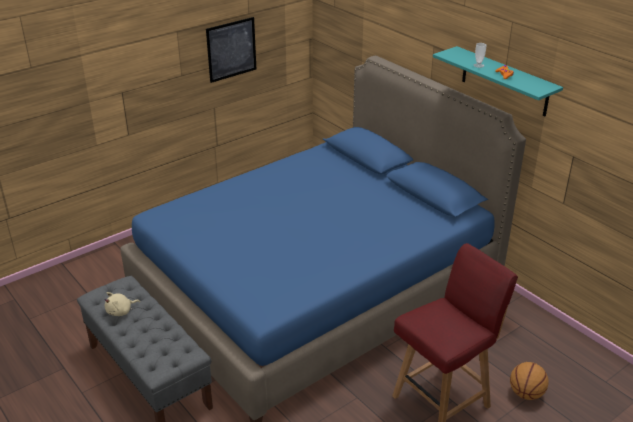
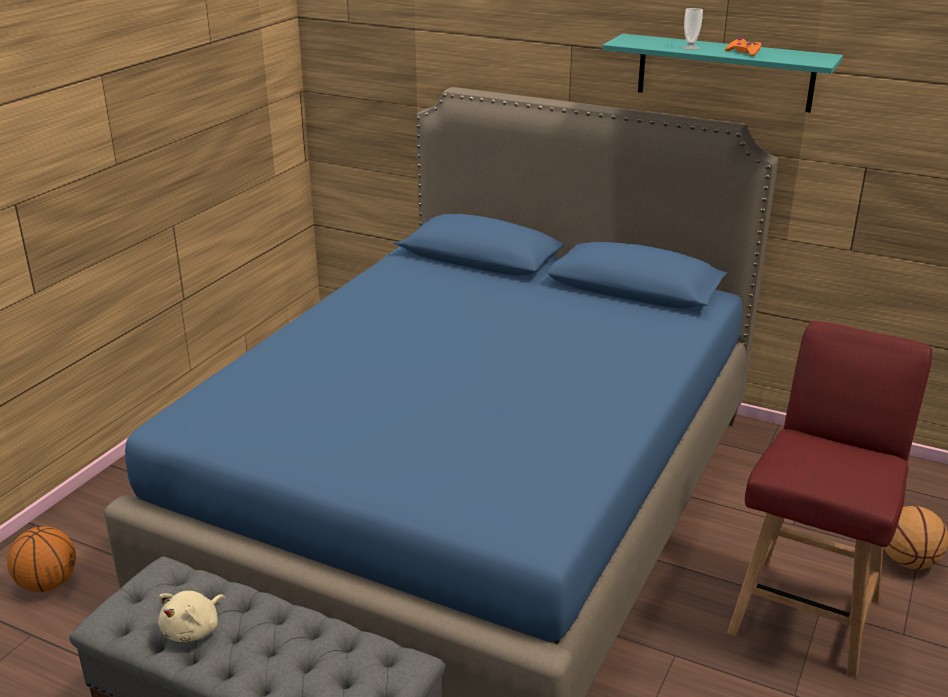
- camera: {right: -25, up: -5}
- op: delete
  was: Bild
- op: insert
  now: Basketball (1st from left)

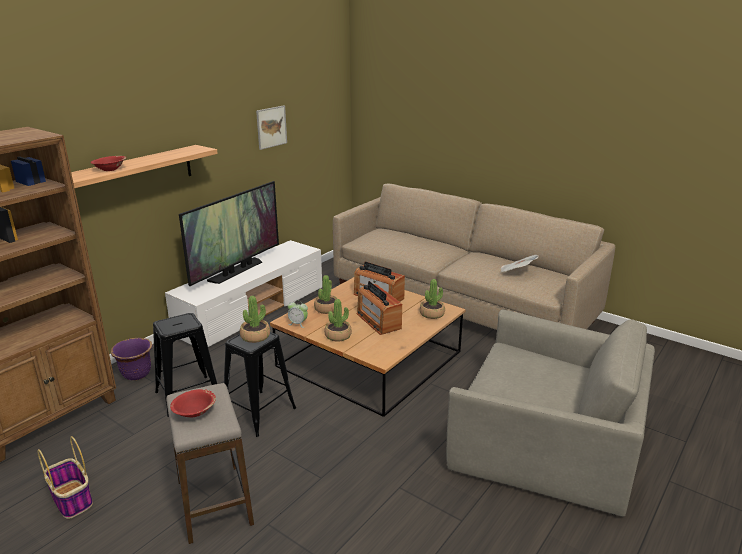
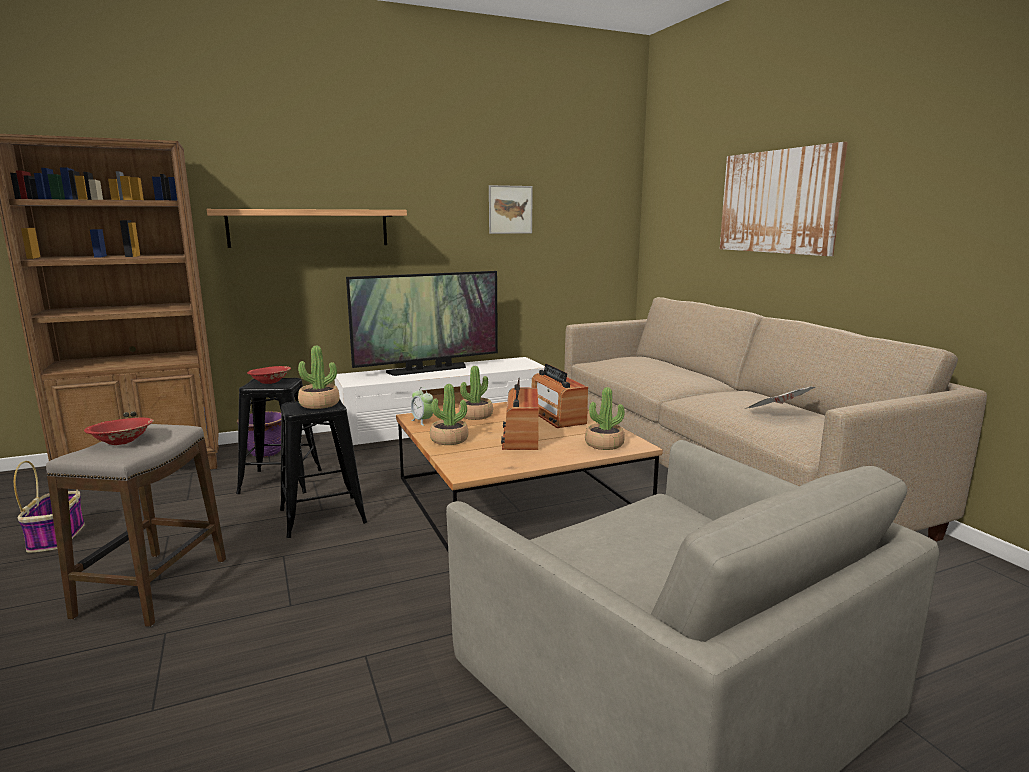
- camera: {right: 30, up: -10}
- op: insert
  now: Bild (2nd from left)
- op: move
  was: Schüssel/rot (1st from left in the first image)
  now: Schüssel/rot (2nd from left)

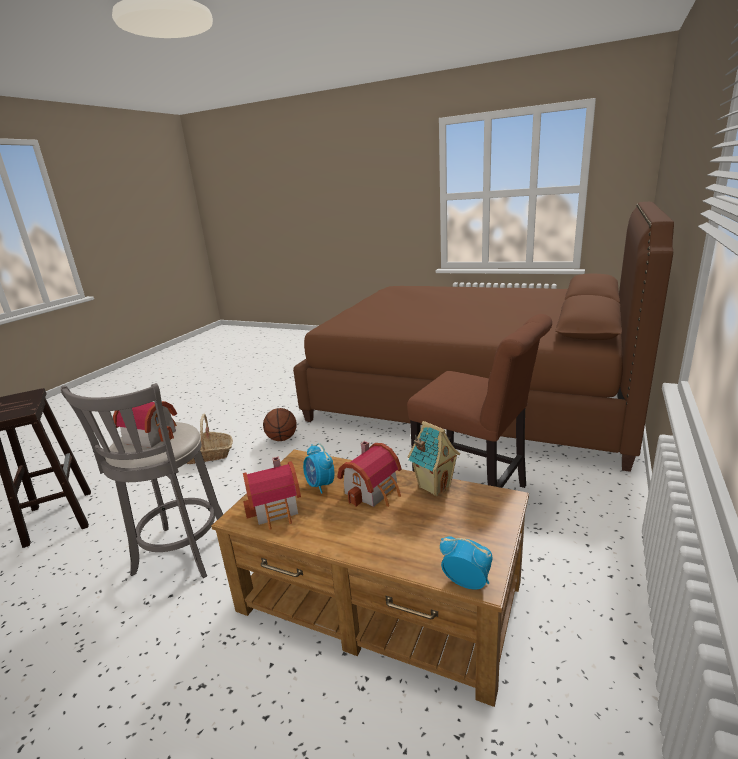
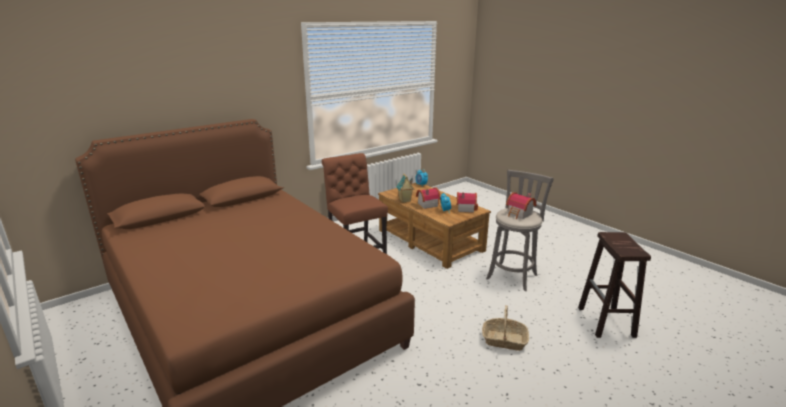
- camera: {right: -155, up: 0}
- op: delete
  was: Basketball

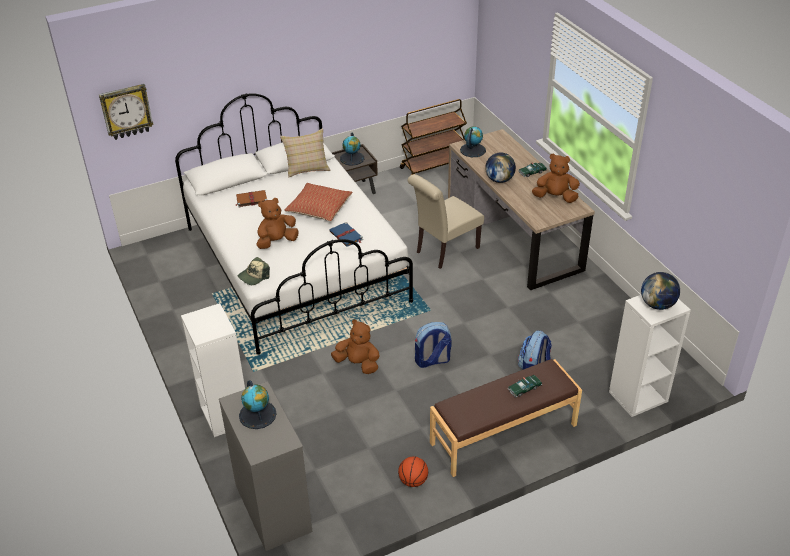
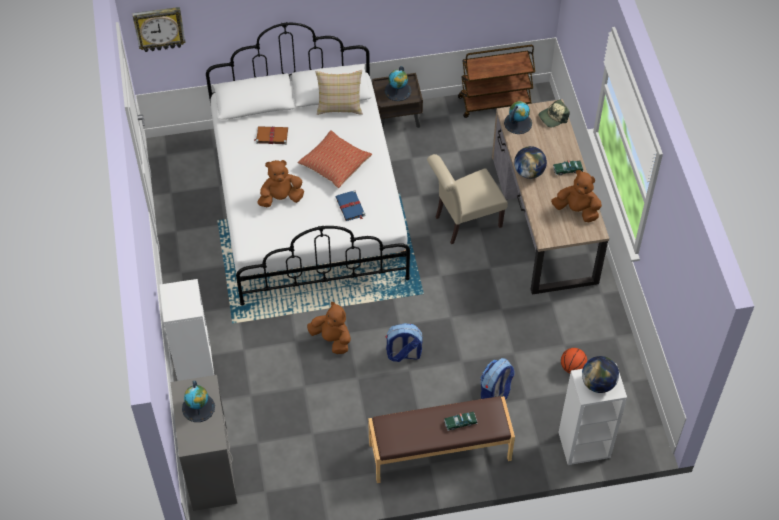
- camera: {right: 15, up: 15}
- op: move
  was: Kappe
- op: move
  was: Basketball

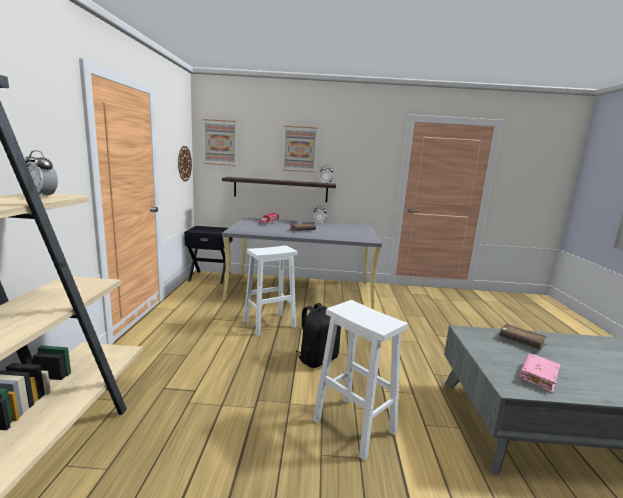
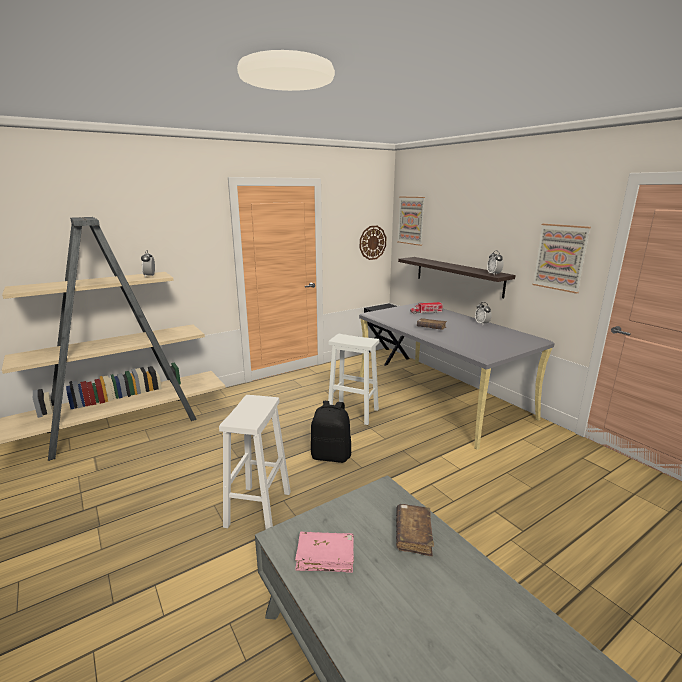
- camera: {right: 55, up: 5}
- op: move
  was: Bild (2nd from left)

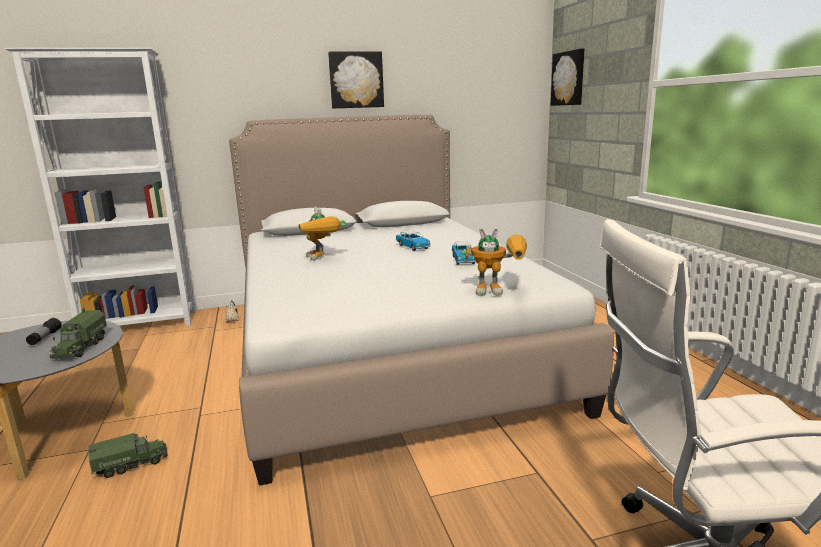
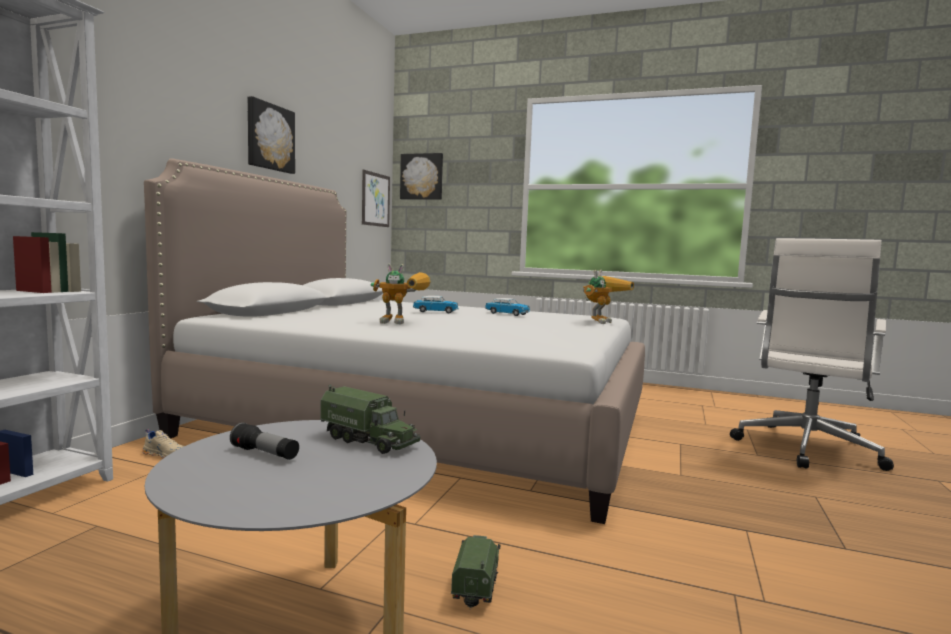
- camera: {right: -55, up: -10}
- op: insert
  now: Bild (2nd from left)

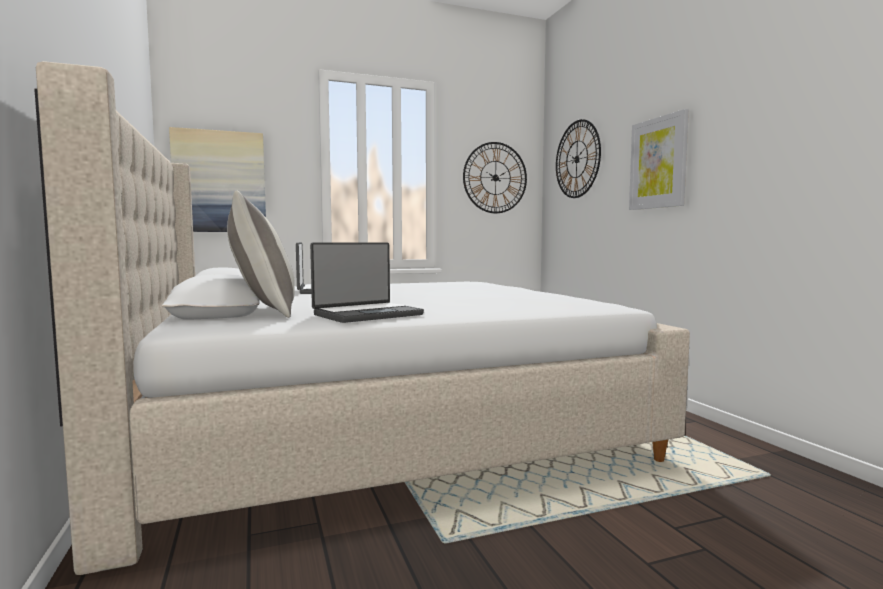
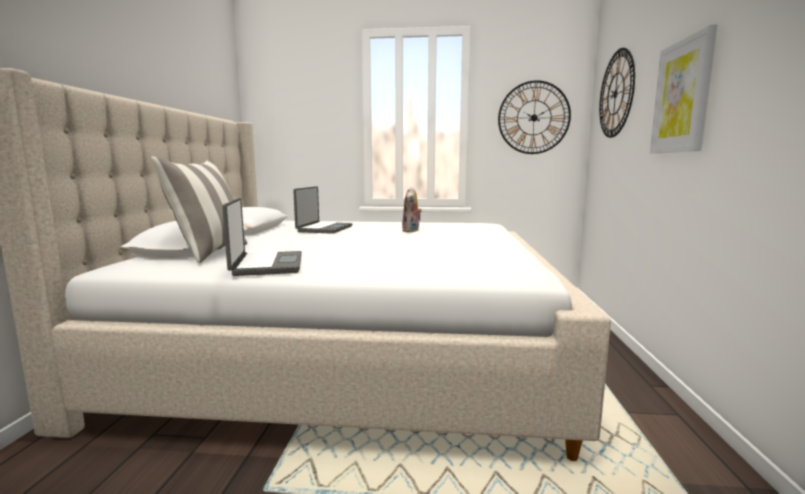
- camera: {right: 25, up: 5}
- op: delete
  was: Bild (1st from left)
- op: insert
  now: Plüschtier
- op: rotate
  was: Laptop (2nd from left in the first image)
  clockwise: -90

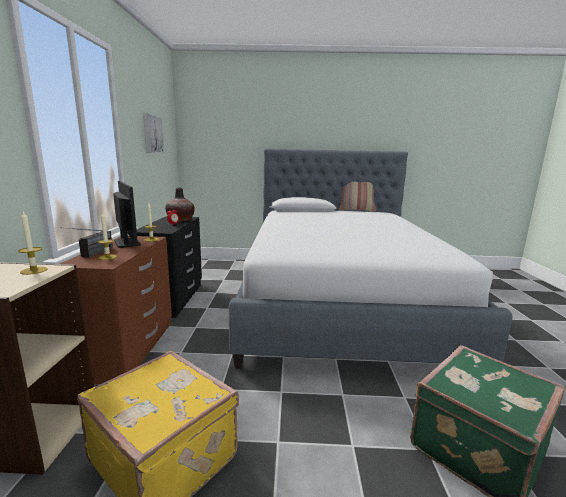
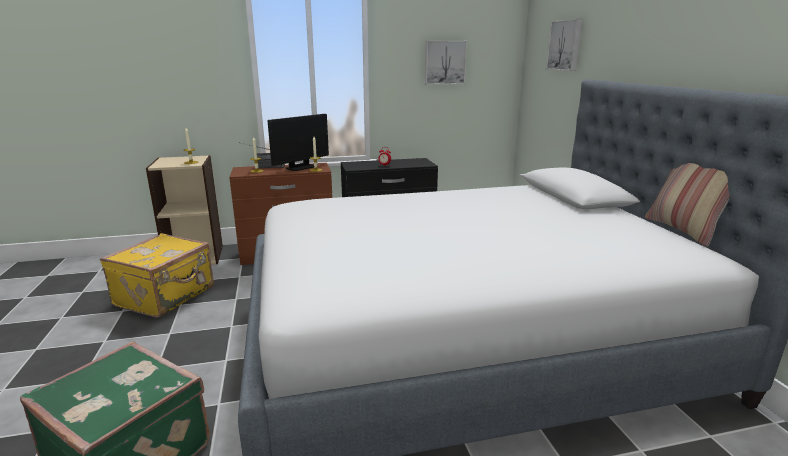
- camera: {right: 75, up: 5}
- op: delete
  was: Vase
- op: insert
  now: Bild (2nd from left)

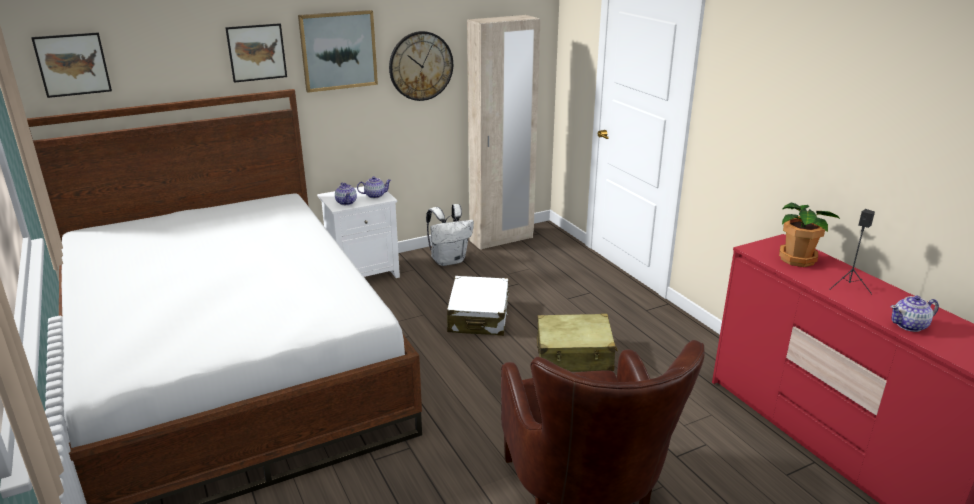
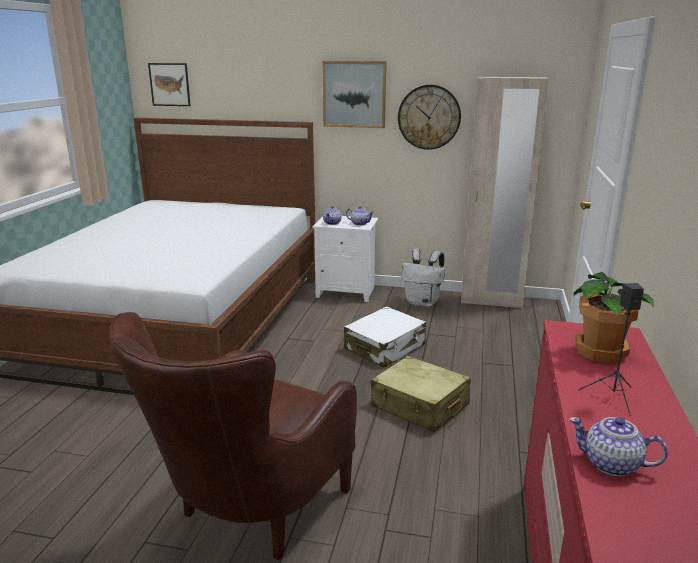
- camera: {right: 40, up: -5}
- op: delete
  was: Bild (2nd from left)

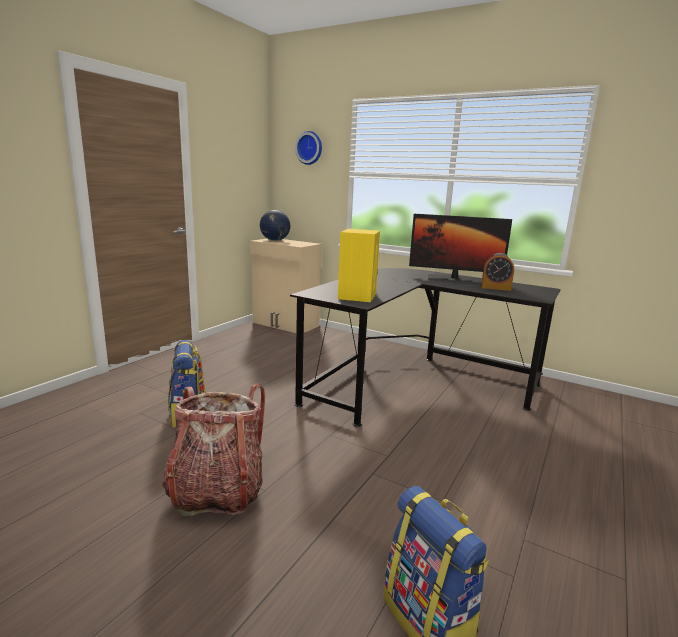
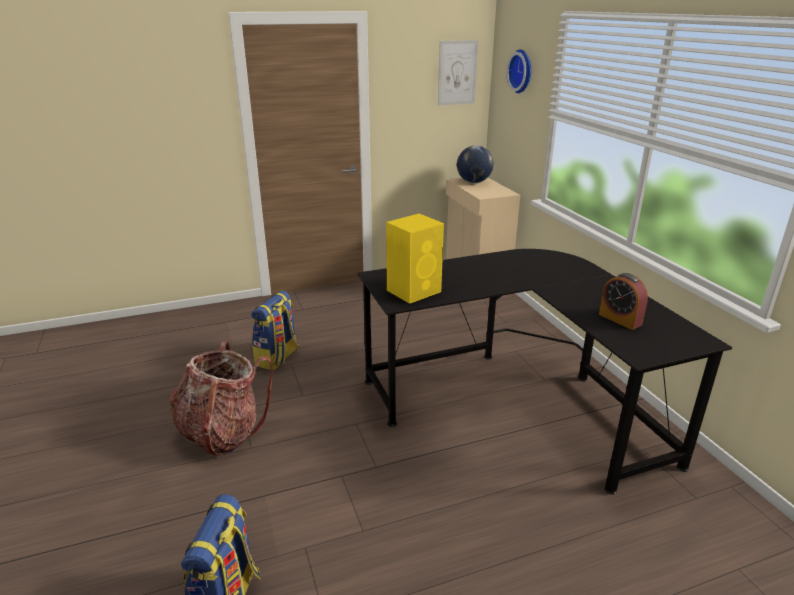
- camera: {right: 40, up: 10}
- op: delete
  was: Monitor
- op: insert
  now: Bild

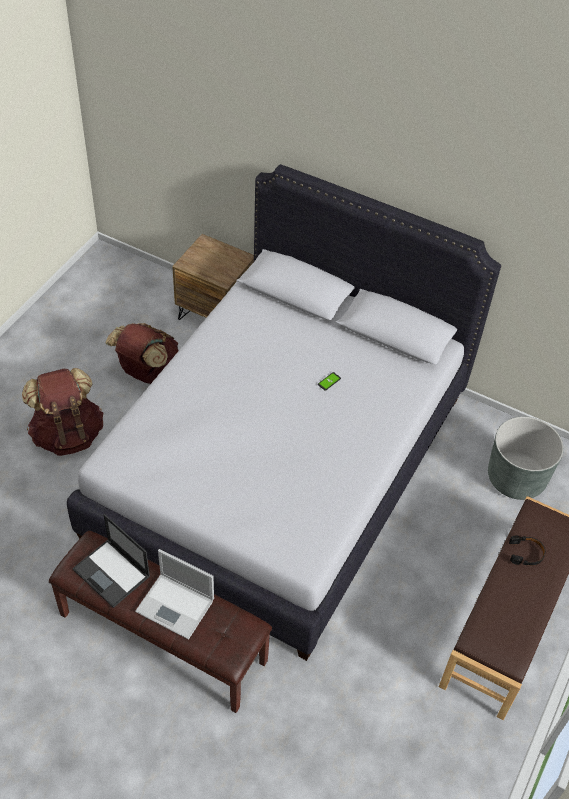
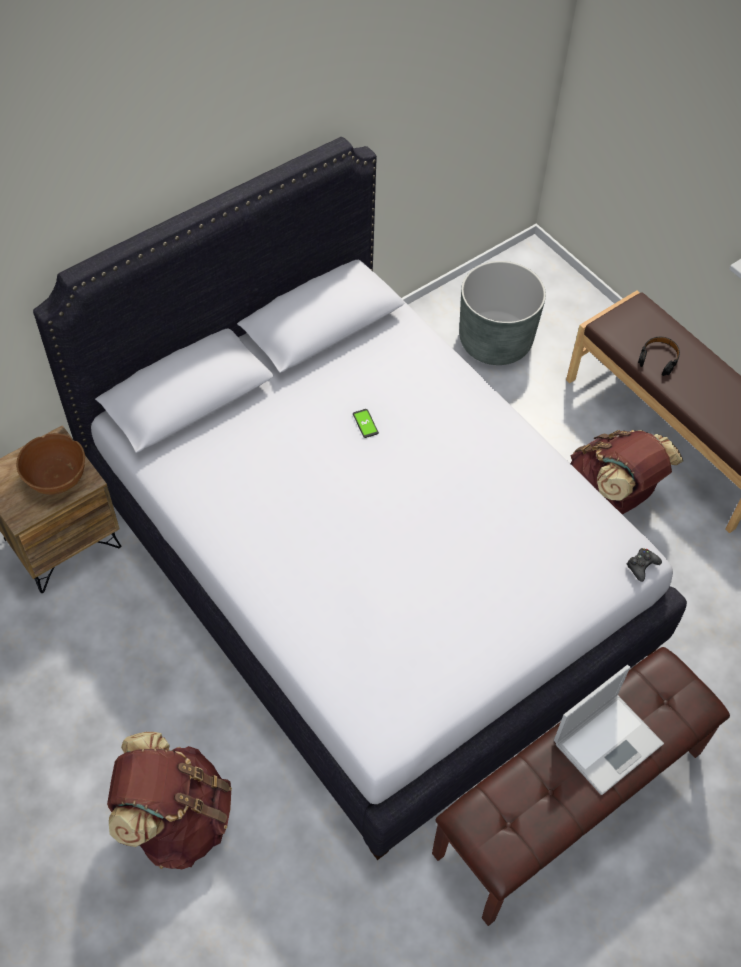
- camera: {right: -65, up: 5}
- op: delete
  was: Laptop (1st from left)
- op: insert
  now: Schüssel/braun
- op: insert
  now: Gamepad/schwarz
- op: move
  was: Rucksack/braun (2nd from left)

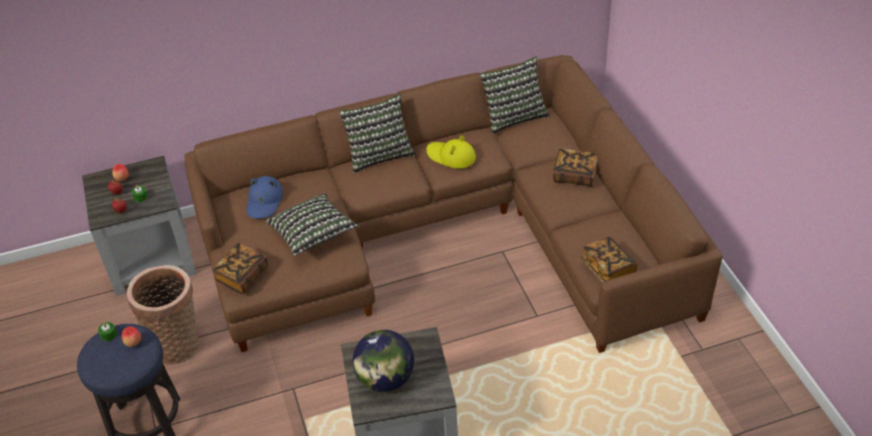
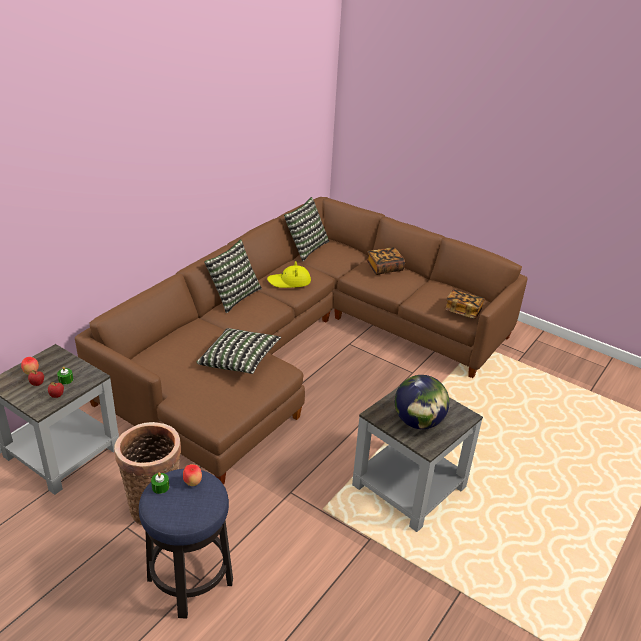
- camera: {right: -40, up: -10}
- op: delete
  was: Buch (1st from left)
- op: delete
  was: Hut/blau

